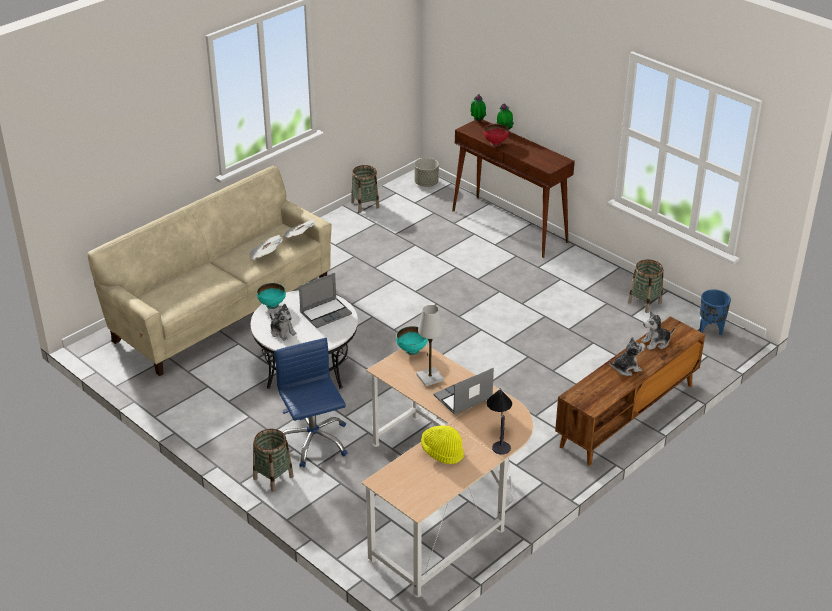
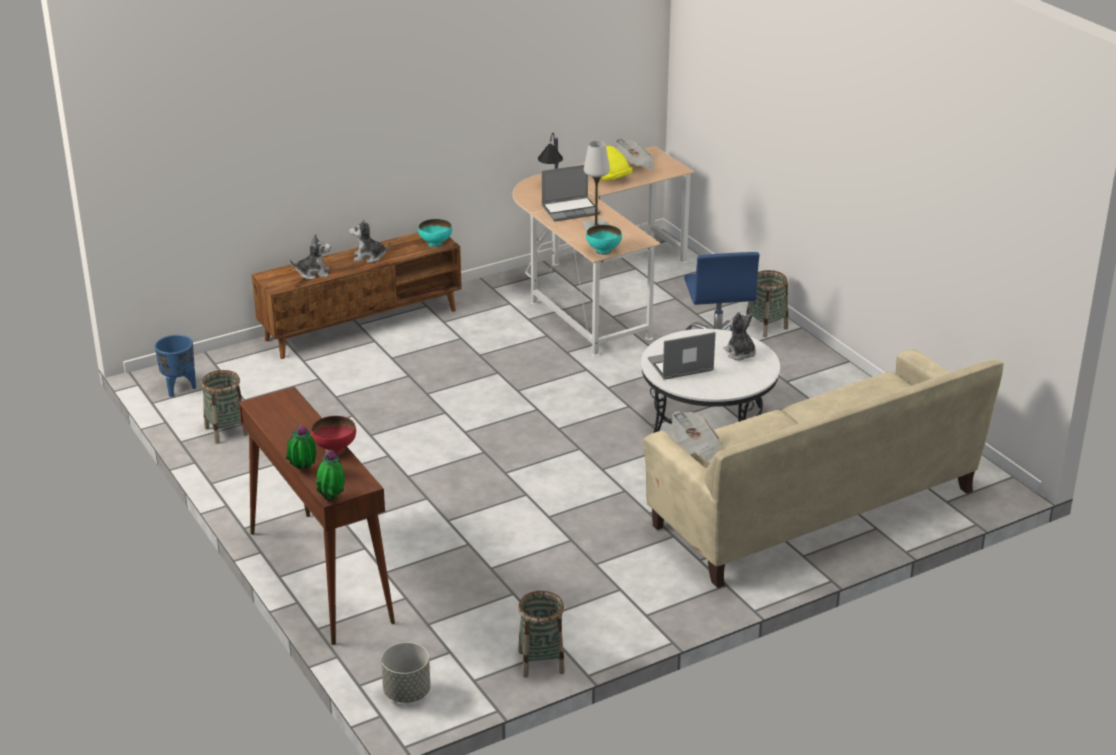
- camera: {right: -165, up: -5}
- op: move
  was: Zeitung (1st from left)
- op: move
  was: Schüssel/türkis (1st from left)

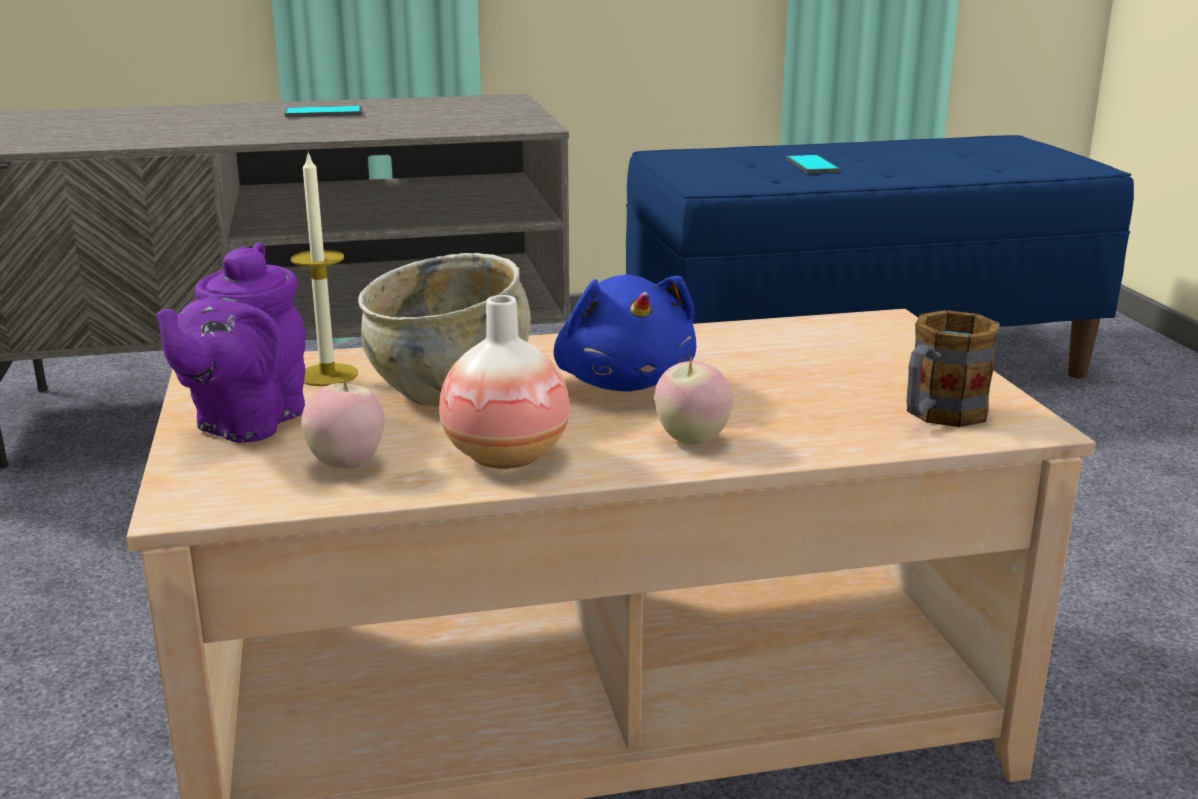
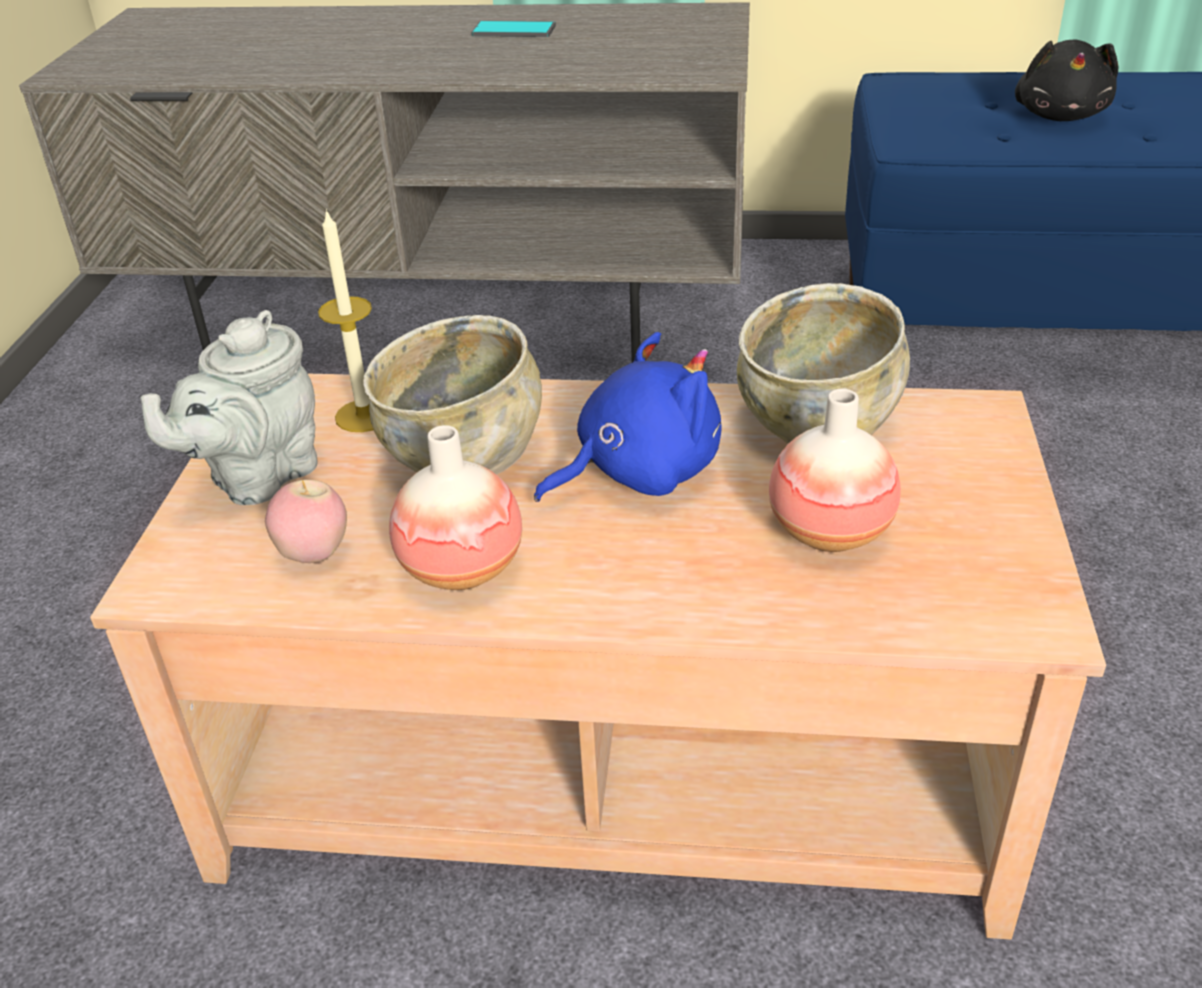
- camera: {right: 20, up: 15}
- op: delete
  was: Apfel (2nd from left)
- op: delete
  was: Henkelbecher
- op: insert
  now: Schüssel/beige (2nd from left)
- op: insert
  now: Vase (2nd from left)
- op: replace
  was: Handy (2nd from left)
  now: Plüschtier/schwarz
- op: recolor
  was: Teekanne/lila
  now: Teekanne/grau
- op: rotate
  was: Plüschtier/blau
  clockwise: -120

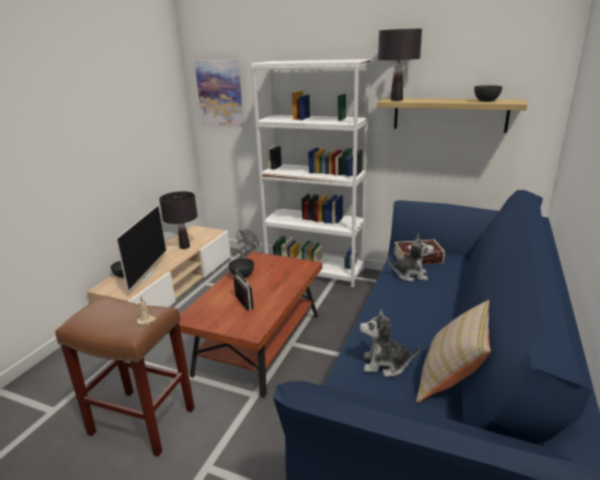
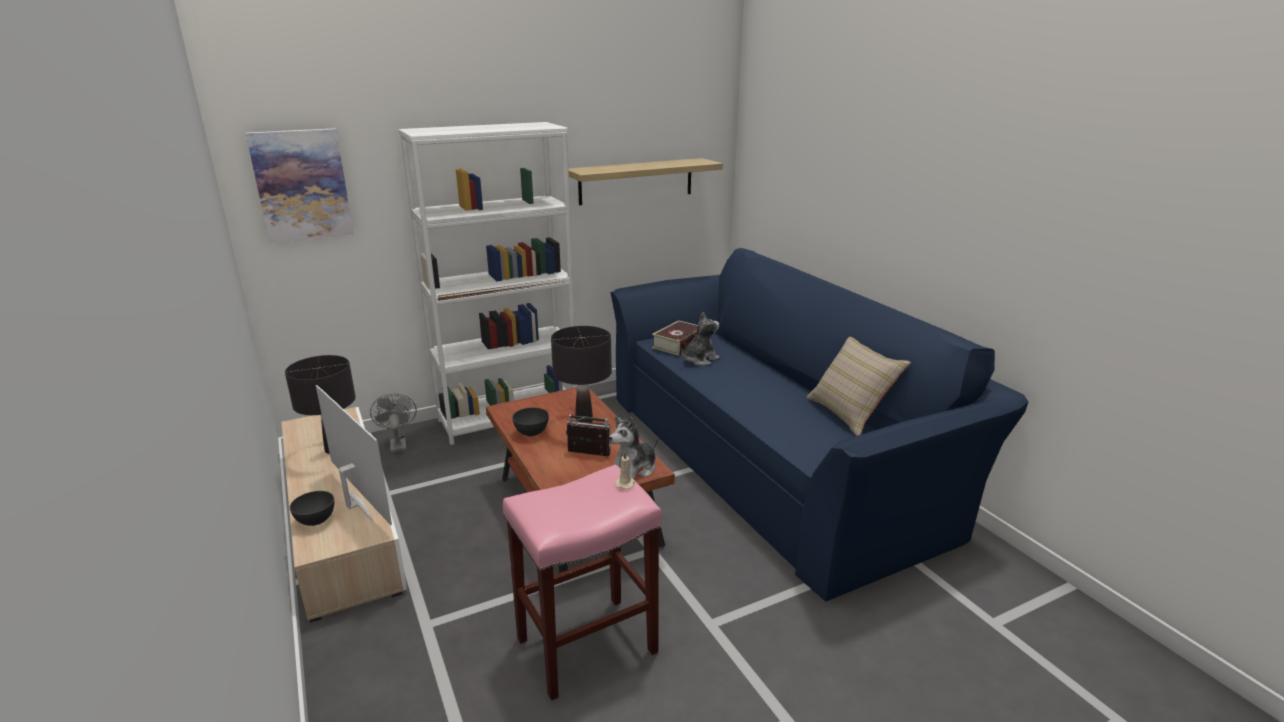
- camera: {right: -50, up: 0}
- op: delete
  was: Schüssel/grau (3rd from left)
- op: move
  was: Plüschtier (1st from left)
- op: move
  was: Tischlampe/schwarz (2nd from left)
- op: recolor
  was: Hocker/braun
  now: Hocker/rosa

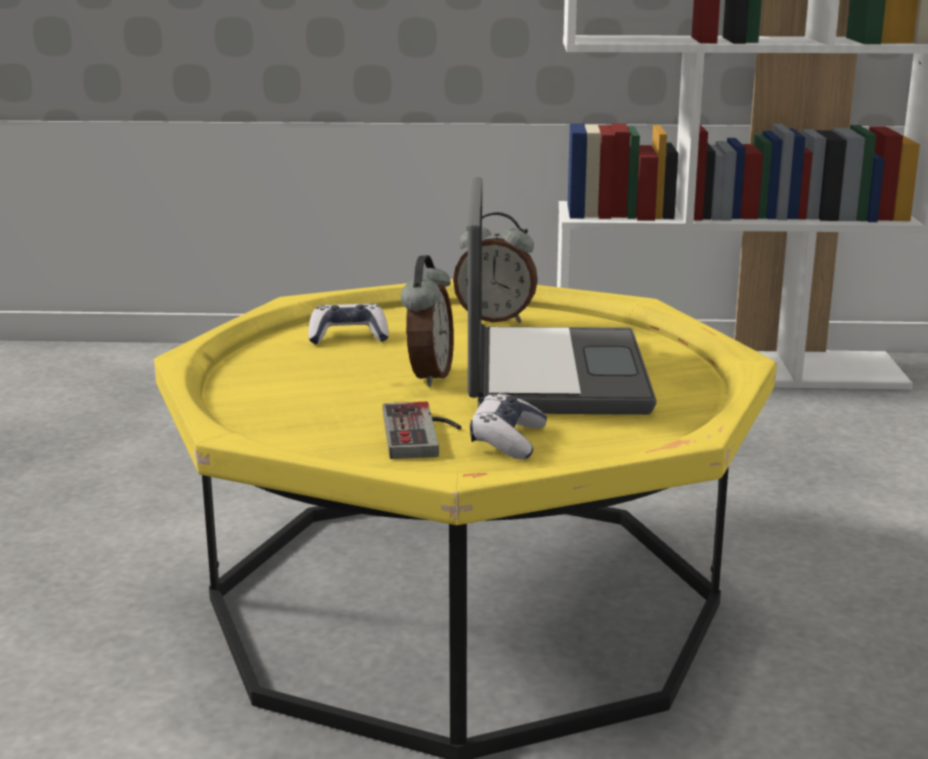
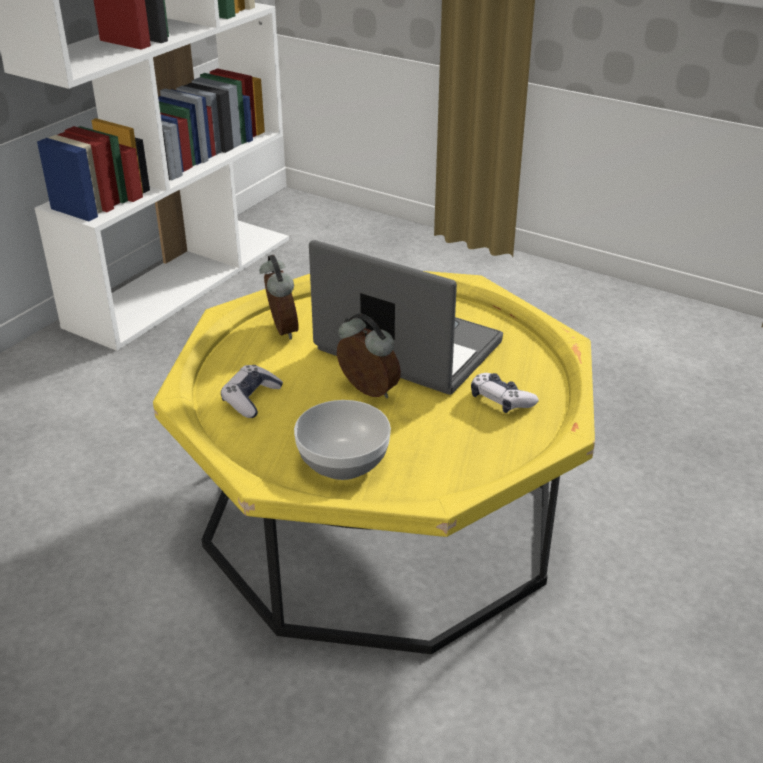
- camera: {right: -60, up: 15}
- op: delete
  was: Gamepad (2nd from left)
- op: insert
  now: Schüssel
- op: rotate
  was: Wecker (2nd from left in the first image)
  clockwise: -60

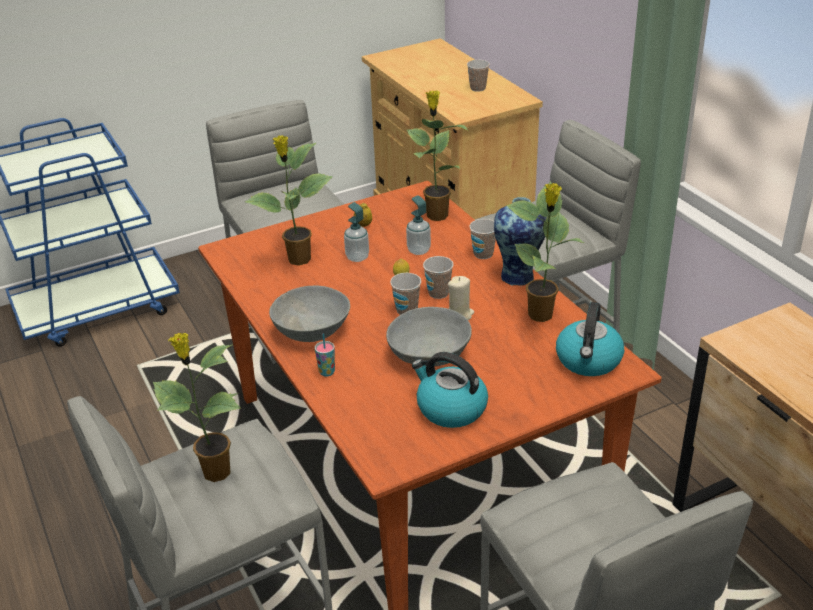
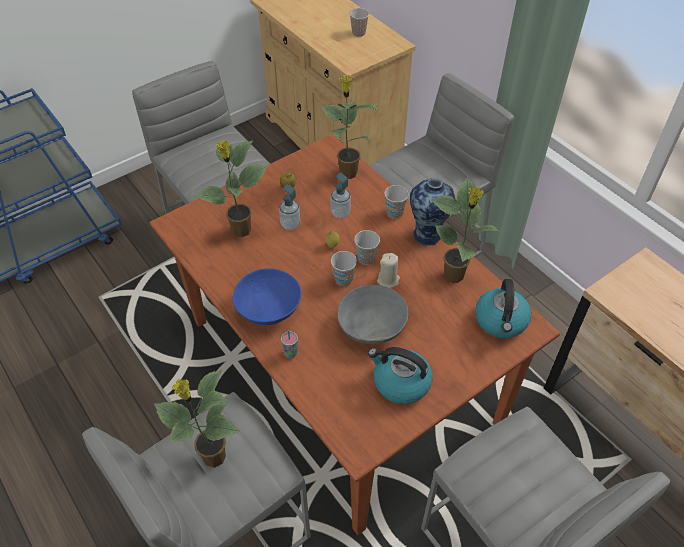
- camera: {right: -10, up: 15}
- op: recolor
  was: Schüssel/grau (1st from left)
  now: Schüssel/blau

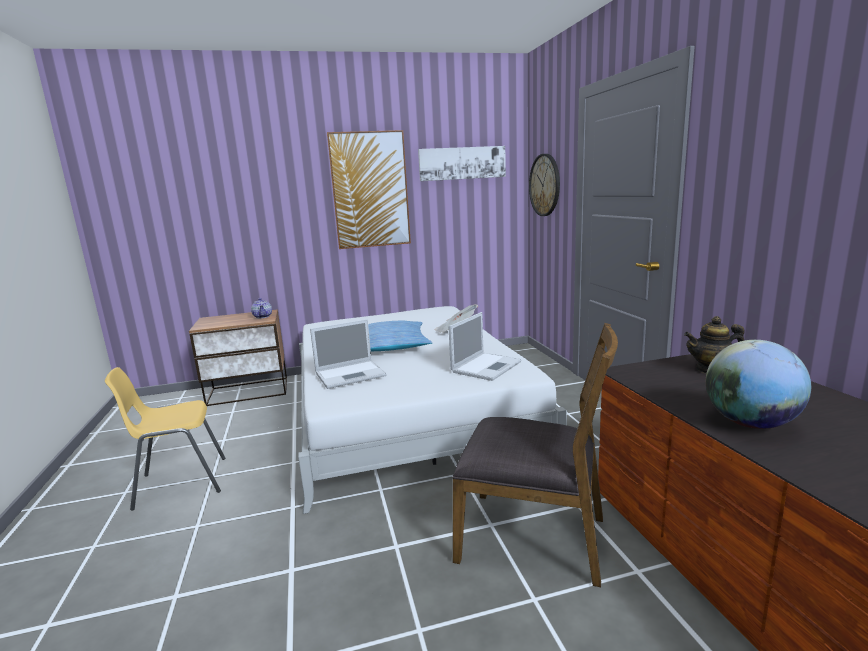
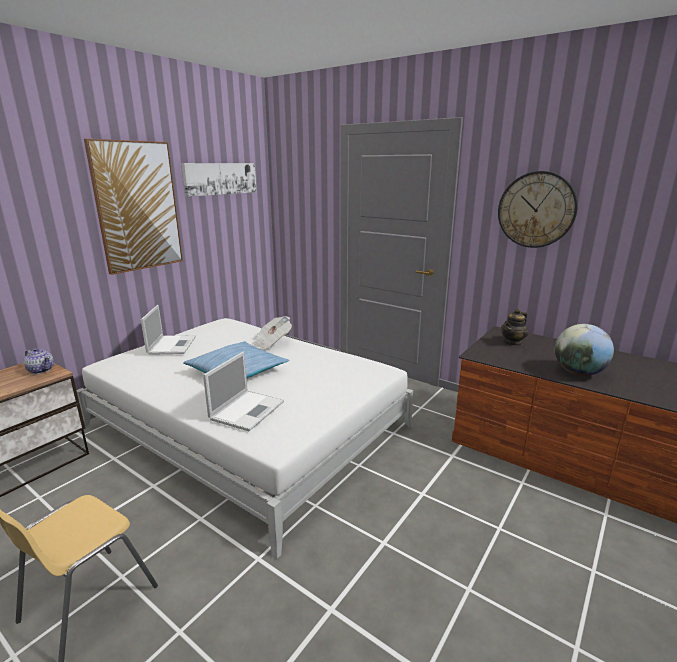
- camera: {right: -40, up: 5}
- op: delete
  was: Stuhl/braun
- op: move
  was: Laptop (2nd from left in the first image)
  now: Laptop (1st from left)
- op: move
  was: Wanduhr

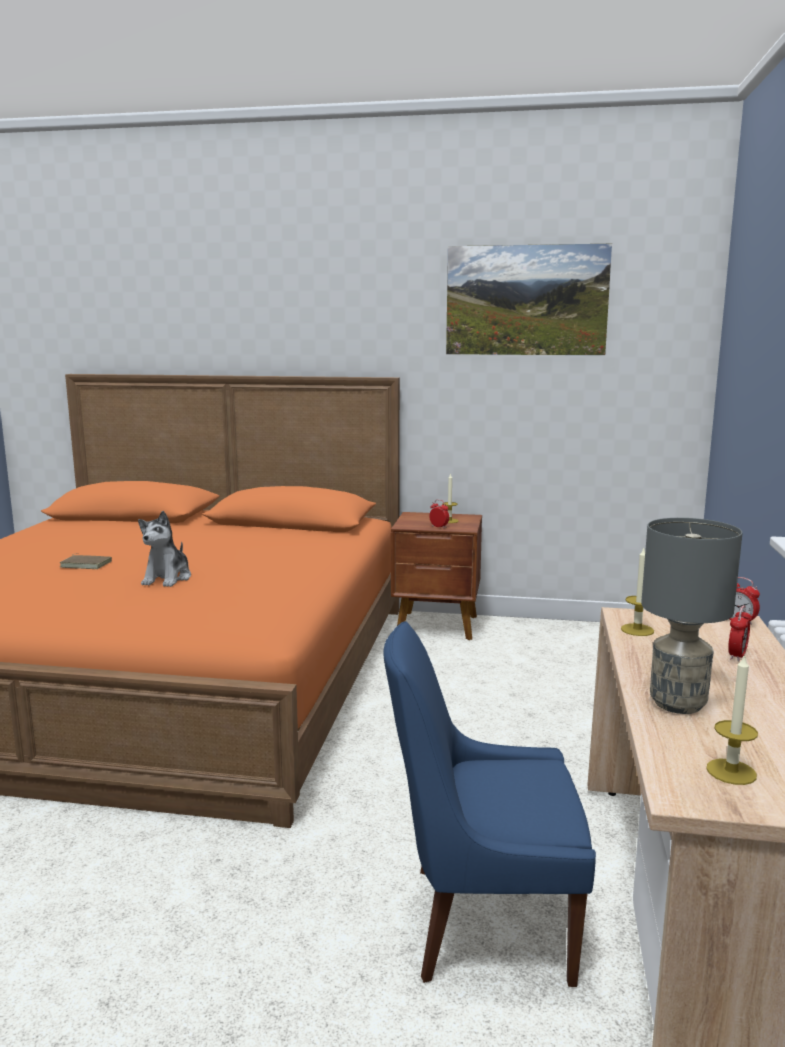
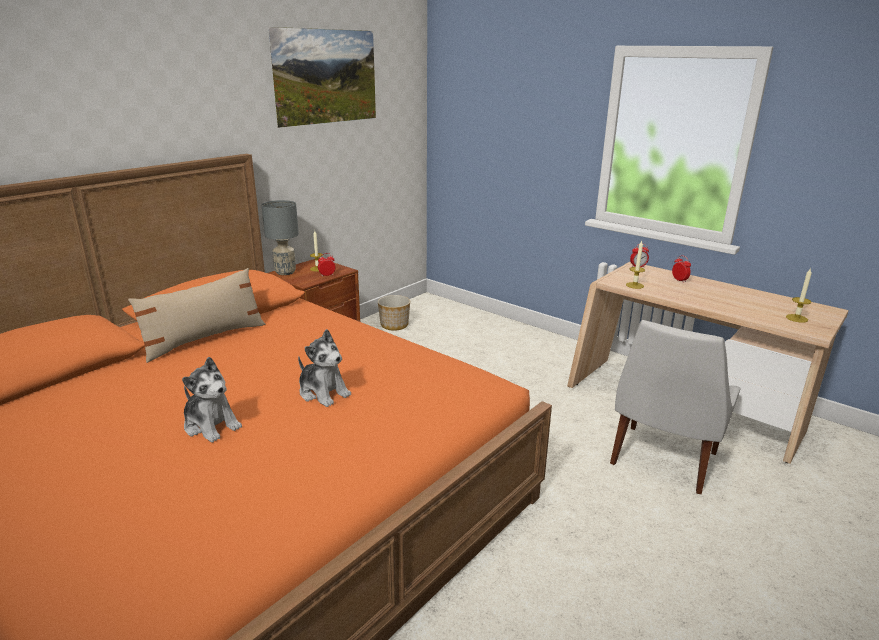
- camera: {right: -60, up: 10}
- op: insert
  now: Kissen/beige
- op: insert
  now: Pflanzkübel
- op: move
  was: Tischlampe/grau
- op: replace
  was: Buch/braun
  now: Plüschtier (1st from left)
- op: recolor
  was: Stuhl/blau
  now: Stuhl/weiß

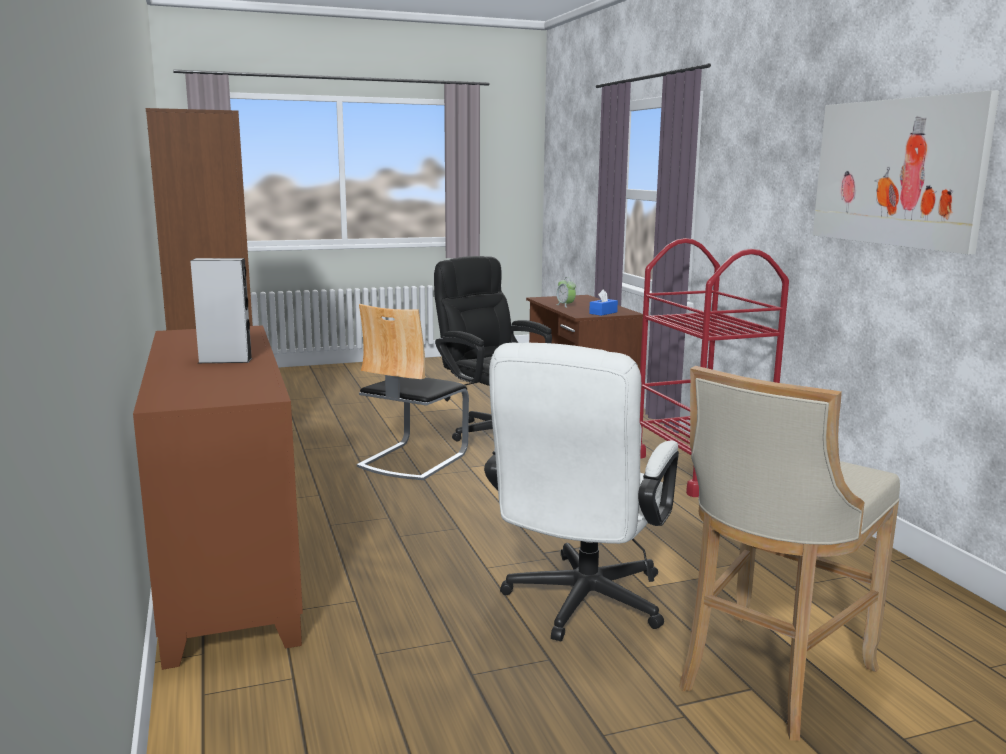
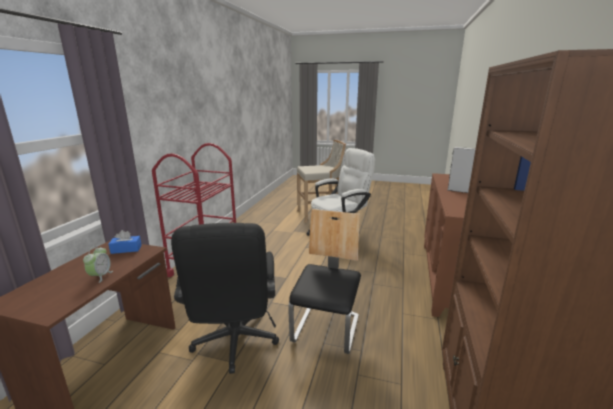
- camera: {right: -145, up: 5}
- op: delete
  was: Bild
- op: rotate
  was: Stuhl
  clockwise: -45

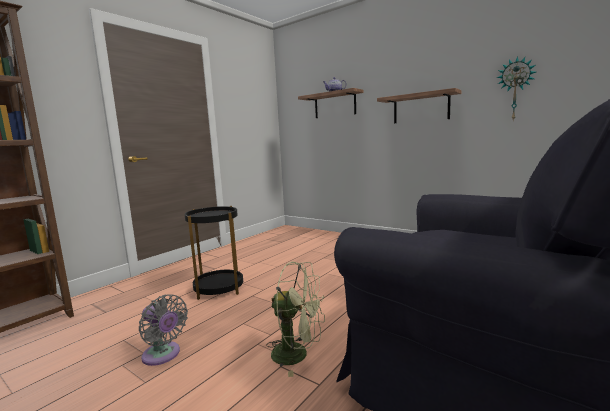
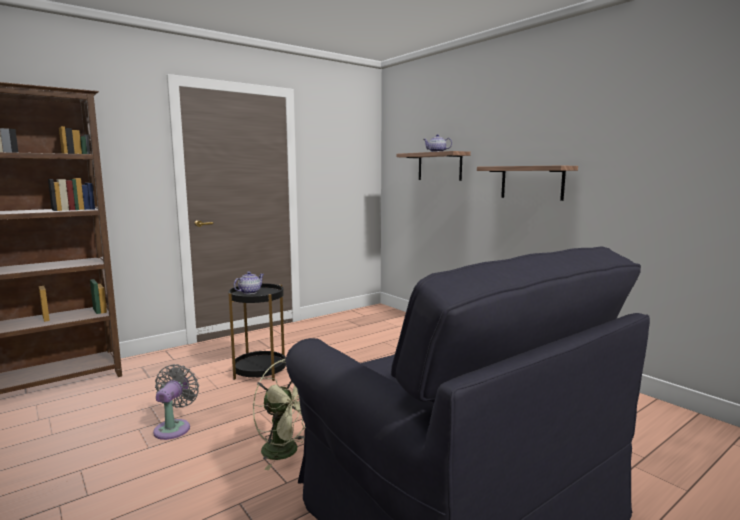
- camera: {right: 15, up: 0}
- op: delete
  was: Wanduhr
- op: insert
  now: Teekanne (1st from left)
- op: rotate
  was: Ventilator/grau
  clockwise: -135

